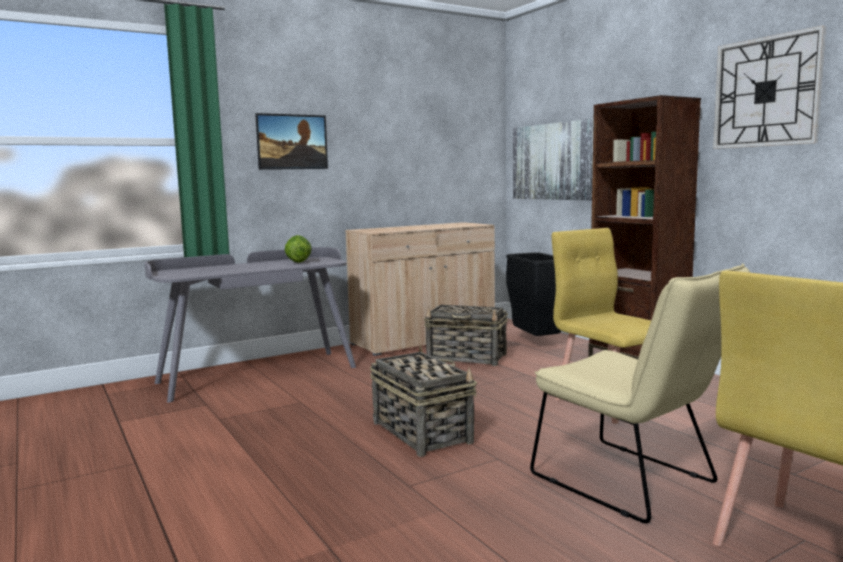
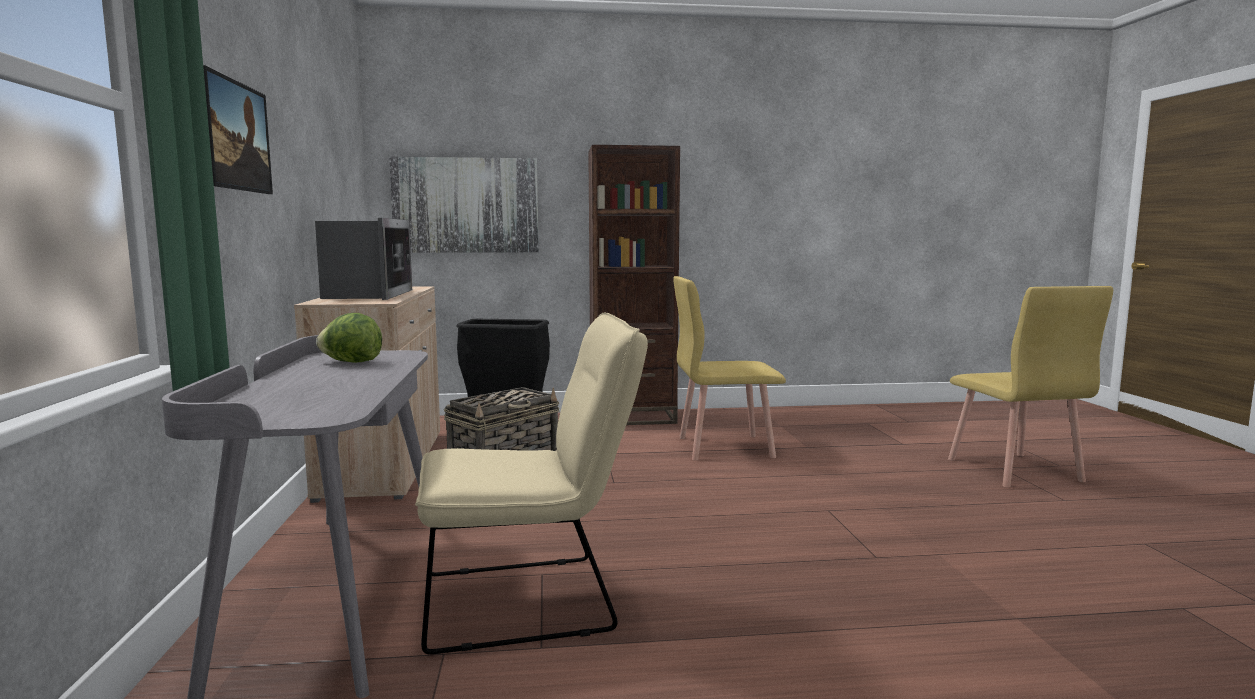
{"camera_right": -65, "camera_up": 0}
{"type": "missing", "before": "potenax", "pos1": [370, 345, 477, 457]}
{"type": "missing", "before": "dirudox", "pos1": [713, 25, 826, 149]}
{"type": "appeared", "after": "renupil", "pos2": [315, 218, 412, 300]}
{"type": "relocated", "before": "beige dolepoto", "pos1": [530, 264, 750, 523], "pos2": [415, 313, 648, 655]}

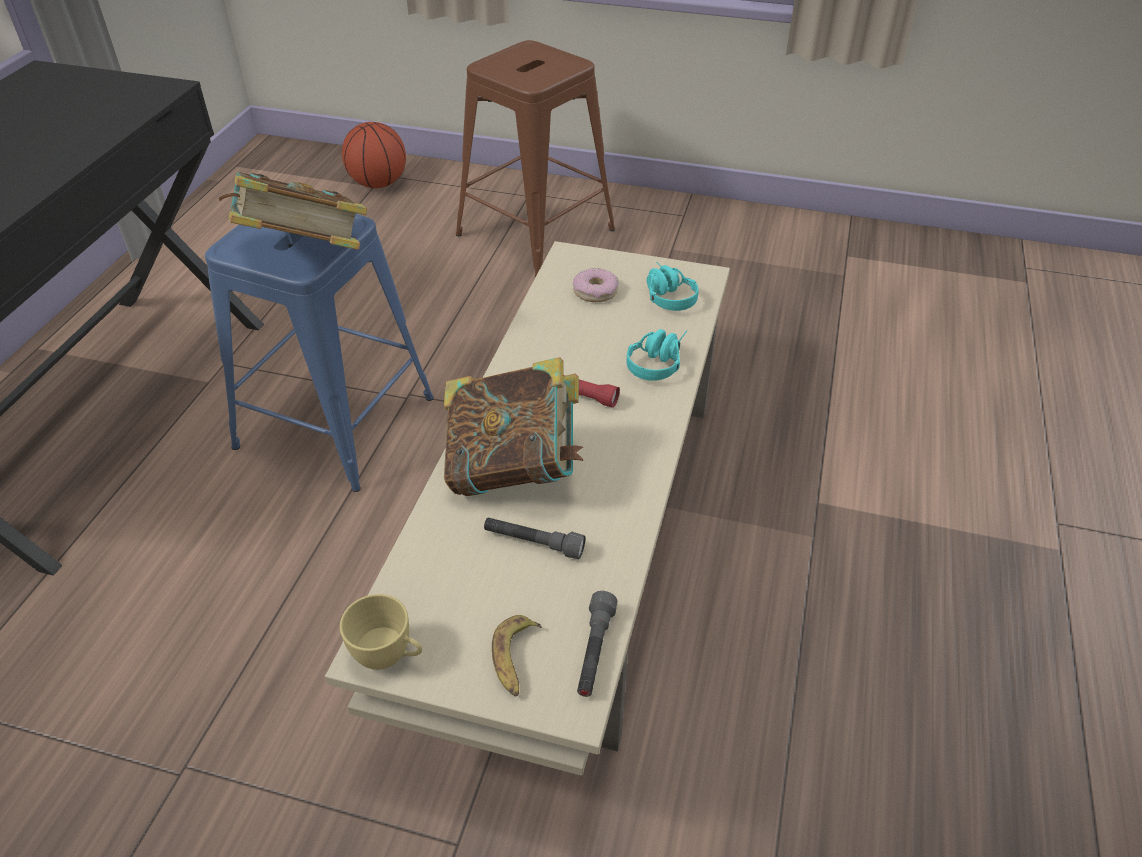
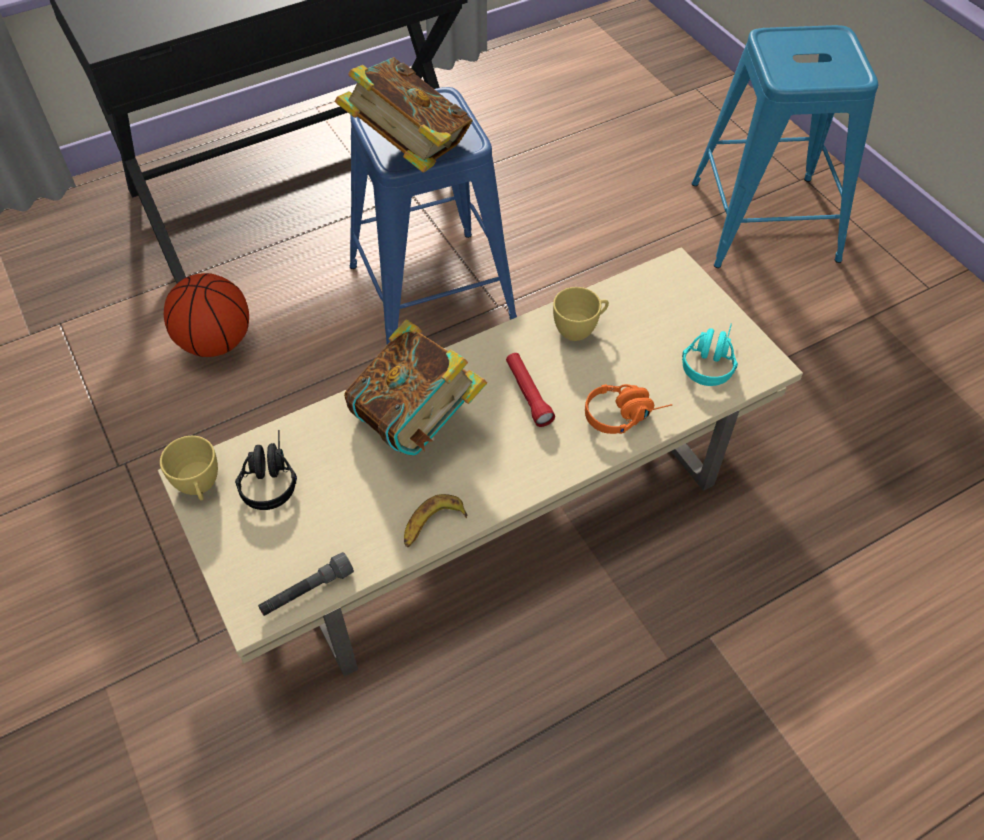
{"camera_right": 45, "camera_up": 10}
{"type": "missing", "before": "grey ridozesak", "pos1": [484, 518, 585, 559]}
{"type": "missing", "before": "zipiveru", "pos1": [573, 268, 619, 302]}
{"type": "appeared", "after": "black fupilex", "pos2": [235, 430, 297, 510]}
{"type": "appeared", "after": "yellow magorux", "pos2": [553, 287, 609, 341]}
{"type": "relocated", "before": "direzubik", "pos1": [342, 122, 406, 188], "pos2": [164, 273, 249, 357]}
{"type": "relocated", "before": "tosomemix", "pos1": [492, 615, 542, 696], "pos2": [404, 494, 467, 547]}
{"type": "colour", "before": "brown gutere", "after": "blue gutere", "pos1": [456, 40, 615, 277], "pos2": [692, 25, 878, 268]}
{"type": "colour", "before": "turquoise fupilex", "after": "orange fupilex", "pos1": [626, 329, 687, 381], "pos2": [585, 384, 672, 434]}

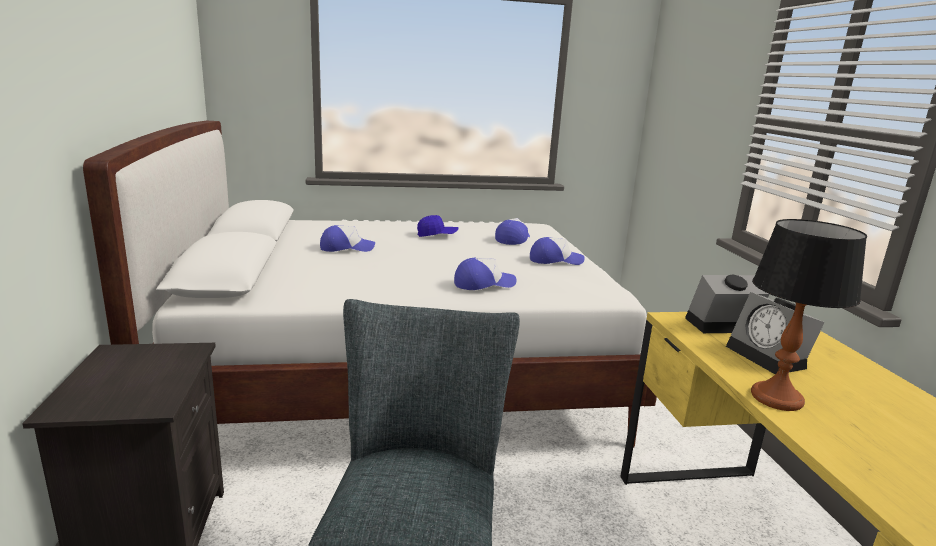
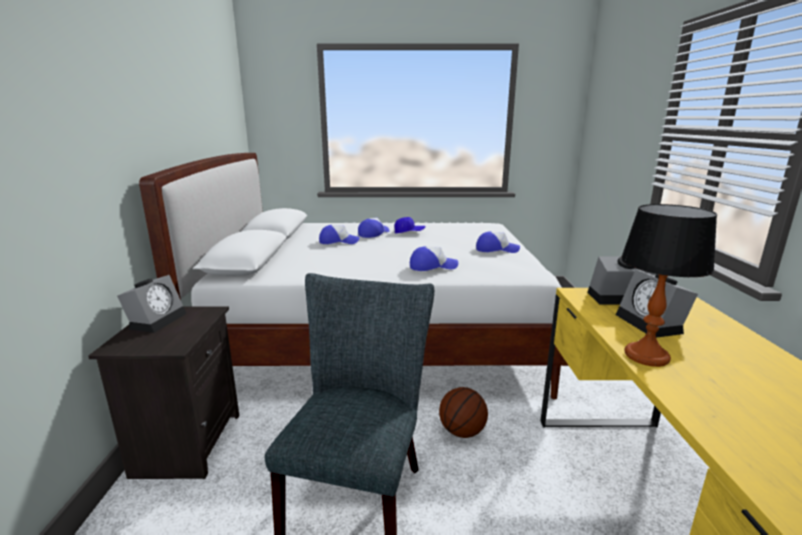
{"camera_right": 10, "camera_up": 0}
{"type": "appeared", "after": "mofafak", "pos2": [117, 275, 186, 333]}
{"type": "appeared", "after": "direzubik", "pos2": [439, 387, 488, 438]}
{"type": "relocated", "before": "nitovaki", "pos1": [495, 218, 530, 245], "pos2": [358, 217, 390, 238]}

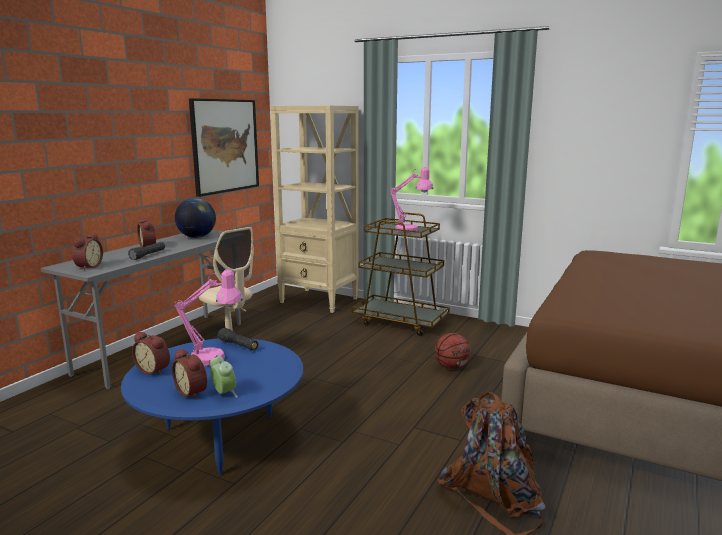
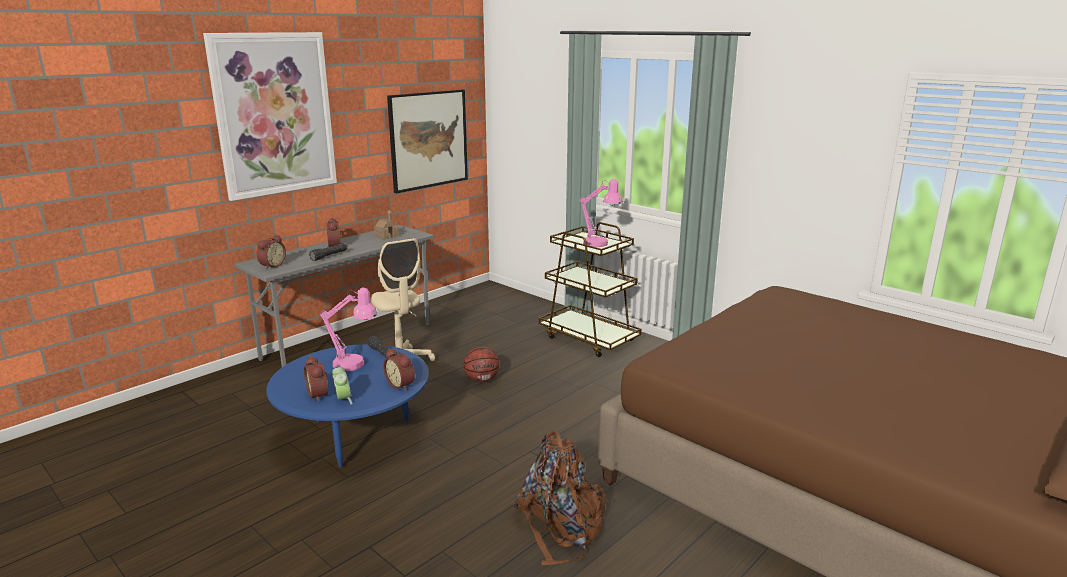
{"camera_right": 15, "camera_up": 5}
{"type": "missing", "before": "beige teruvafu", "pos1": [270, 106, 359, 313]}
{"type": "appeared", "after": "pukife", "pos2": [203, 32, 337, 201]}
{"type": "relocated", "before": "mofafak", "pos1": [132, 332, 170, 375], "pos2": [383, 349, 415, 391]}
{"type": "relocated", "before": "direzubik", "pos1": [435, 333, 471, 369], "pos2": [464, 347, 499, 382]}
{"type": "exchanged", "before": "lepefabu", "after": "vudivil", "pos1": [175, 198, 216, 238], "pos2": [374, 210, 399, 239]}

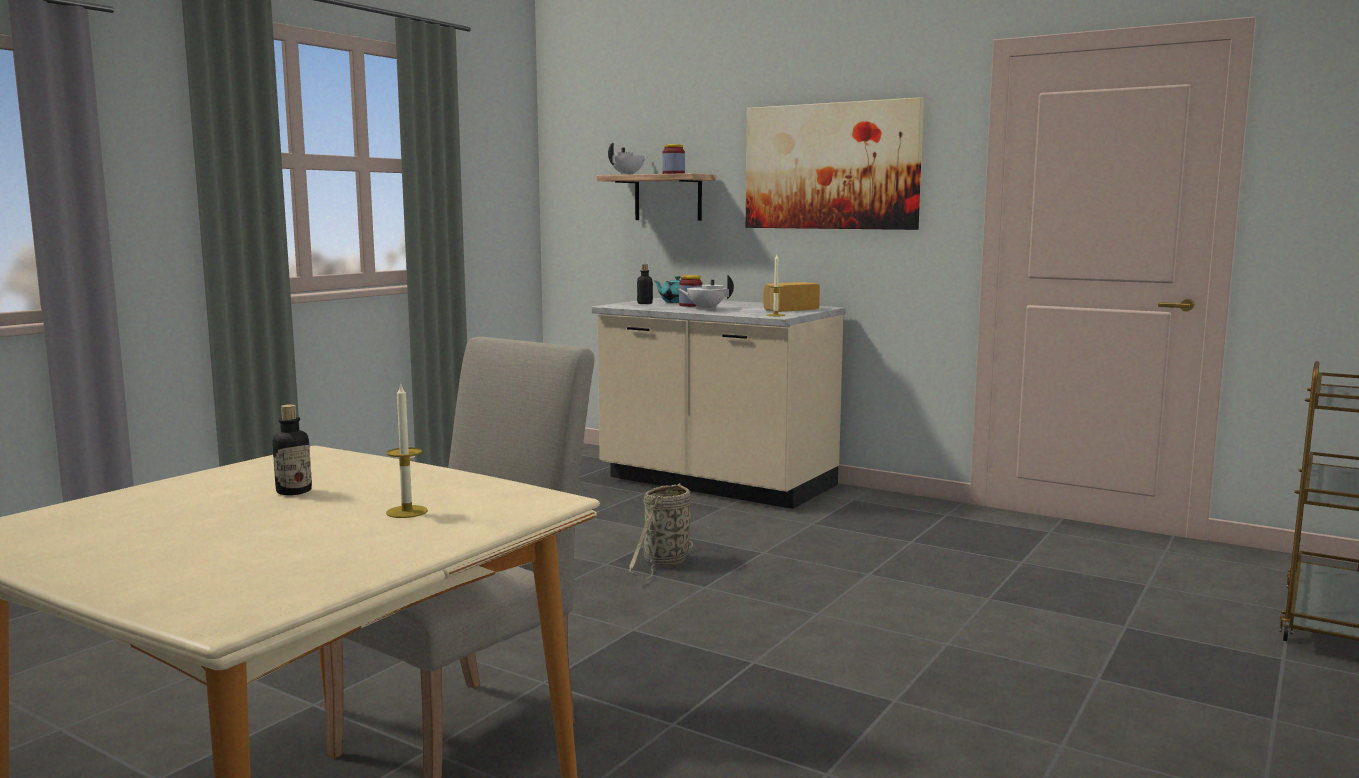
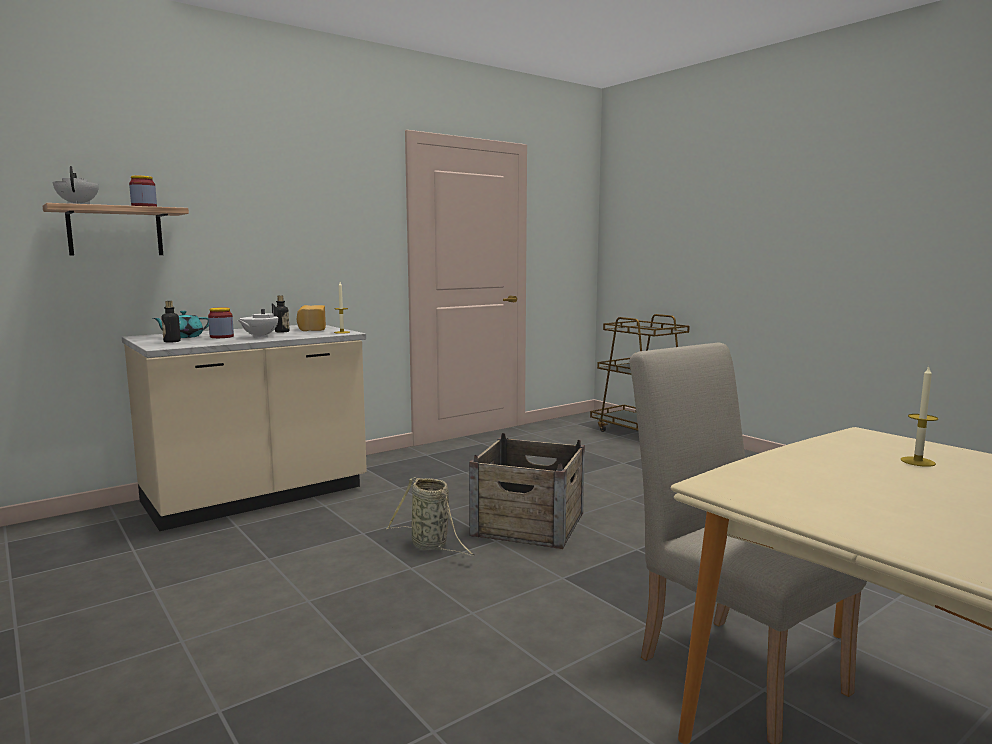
{"camera_right": -70, "camera_up": 0}
{"type": "missing", "before": "pukife", "pos1": [746, 97, 924, 230]}
{"type": "appeared", "after": "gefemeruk", "pos2": [469, 433, 585, 549]}
{"type": "relocated", "before": "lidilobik", "pos1": [272, 404, 312, 495], "pos2": [275, 295, 289, 333]}

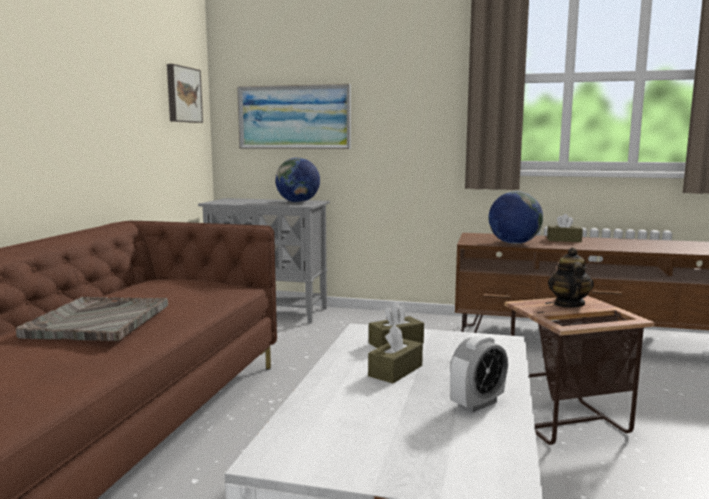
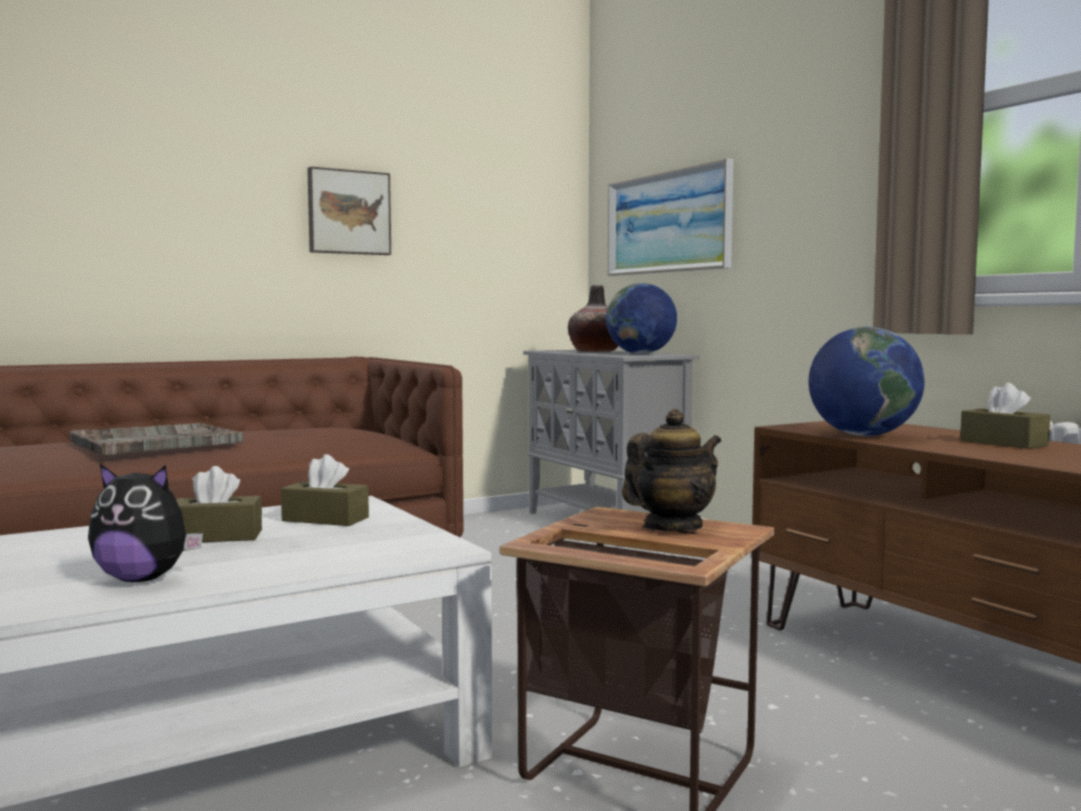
{"camera_right": 45, "camera_up": -5}
{"type": "appeared", "after": "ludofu", "pos2": [568, 285, 618, 352]}
{"type": "relocated", "before": "pukife", "pos1": [167, 64, 203, 123], "pos2": [307, 166, 391, 255]}
{"type": "exchanged", "before": "mofafak", "after": "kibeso", "pos1": [450, 335, 508, 413], "pos2": [88, 464, 203, 582]}

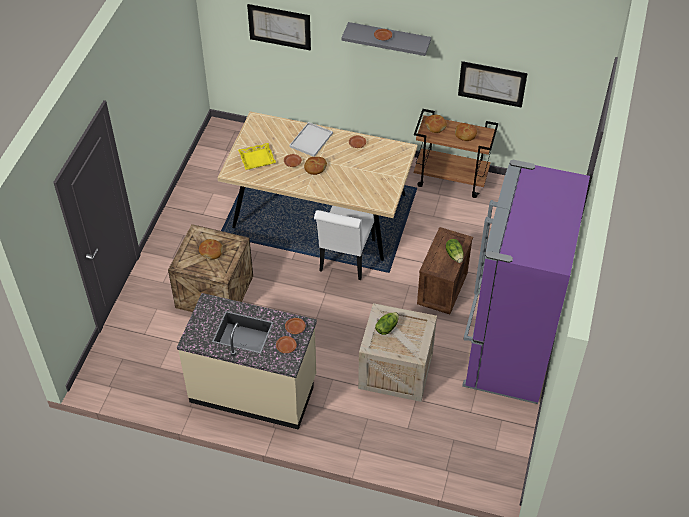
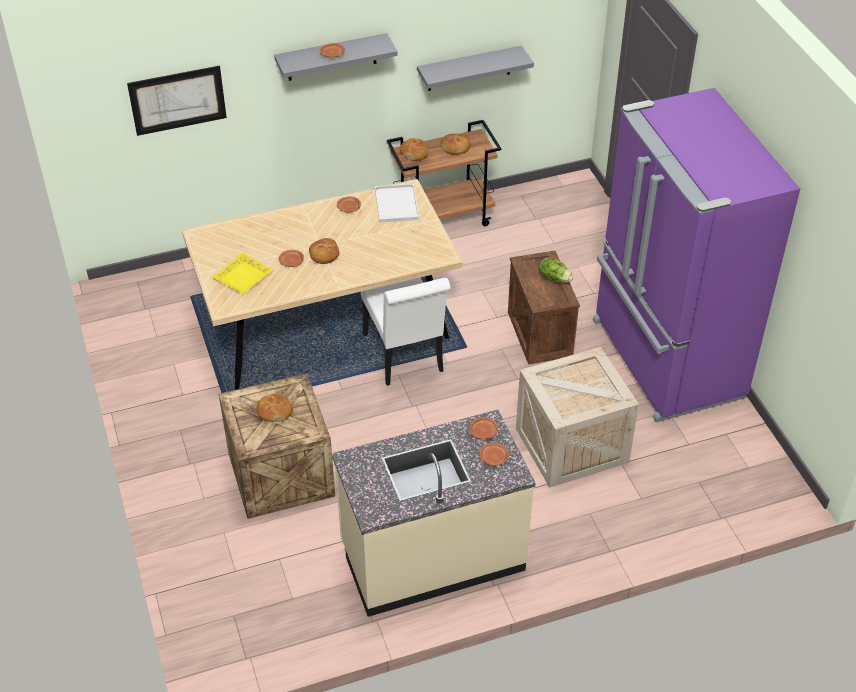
{"camera_right": -35, "camera_up": -5}
{"type": "missing", "before": "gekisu", "pos1": [375, 312, 399, 335]}
{"type": "relocated", "before": "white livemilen", "pos1": [289, 122, 333, 157], "pos2": [375, 184, 419, 223]}
{"type": "exchanged", "before": "pukife", "after": "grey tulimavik", "pos1": [458, 61, 527, 108], "pos2": [417, 46, 534, 91]}

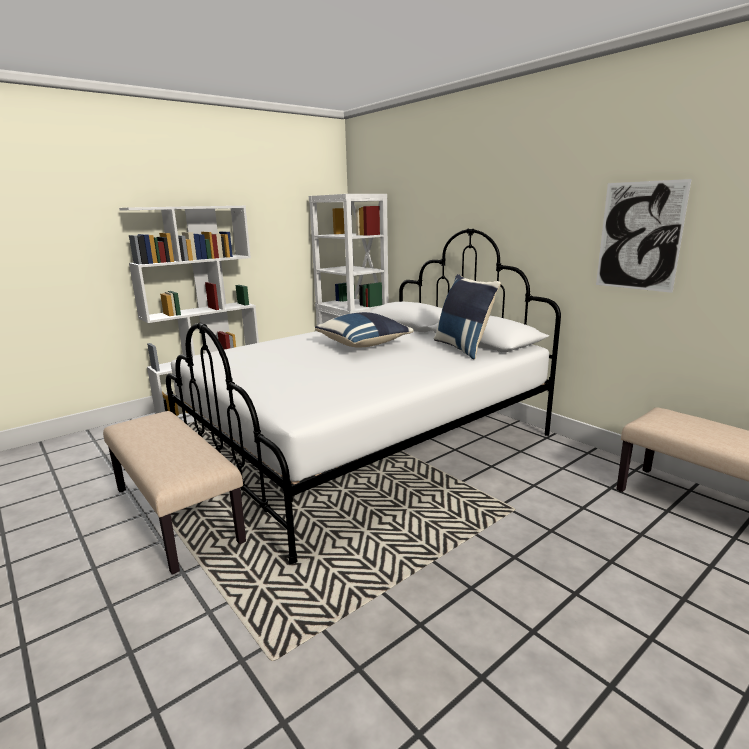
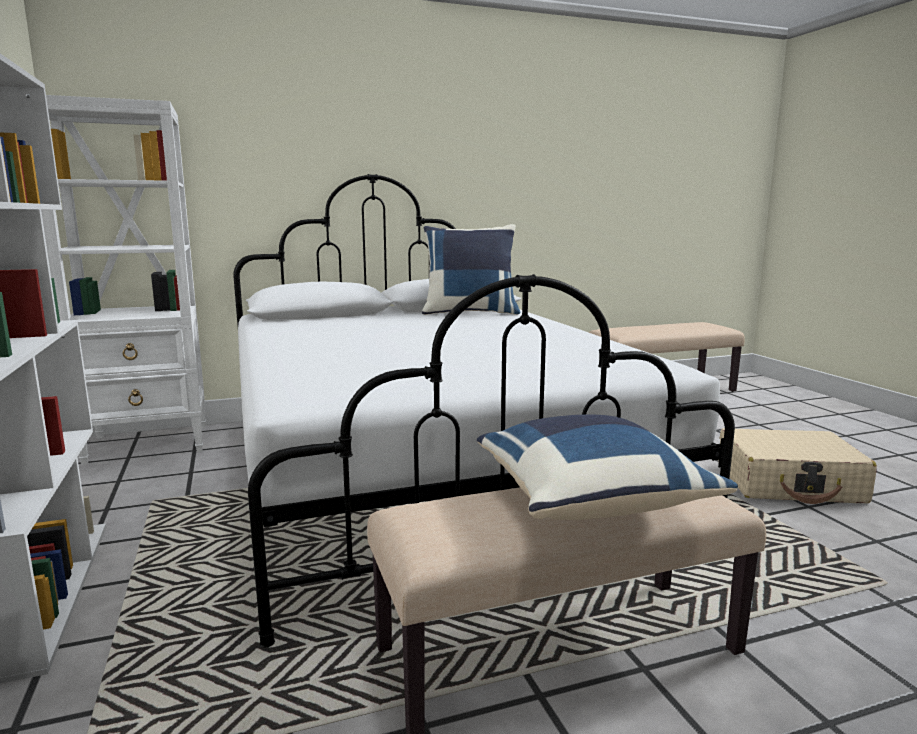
{"camera_right": -70, "camera_up": -5}
{"type": "missing", "before": "pukife", "pos1": [596, 179, 692, 293]}
{"type": "appeared", "after": "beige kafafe", "pos2": [718, 428, 877, 504]}
{"type": "relocated", "before": "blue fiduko", "pos1": [315, 312, 414, 347], "pos2": [477, 415, 738, 520]}

